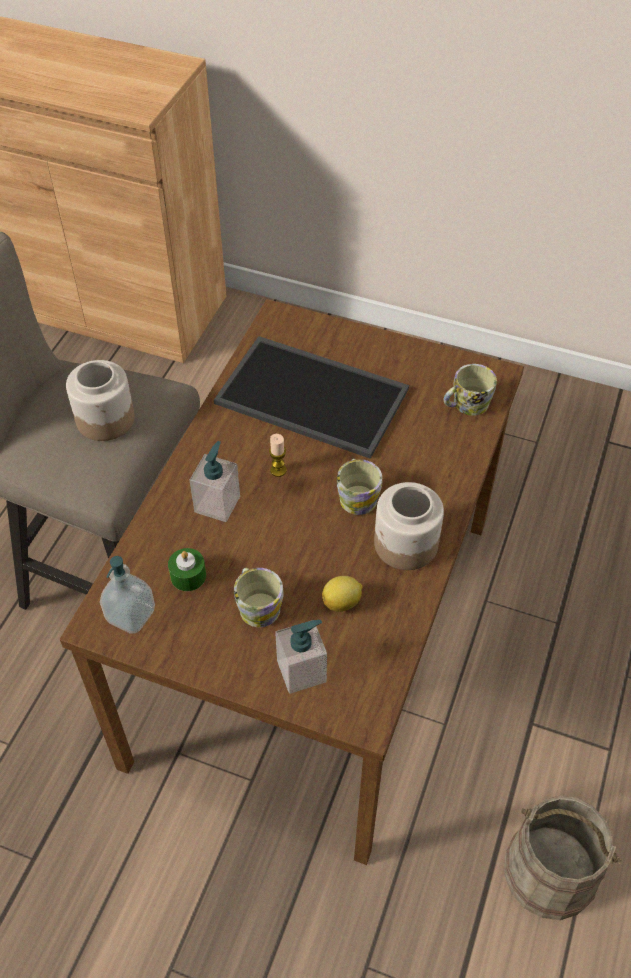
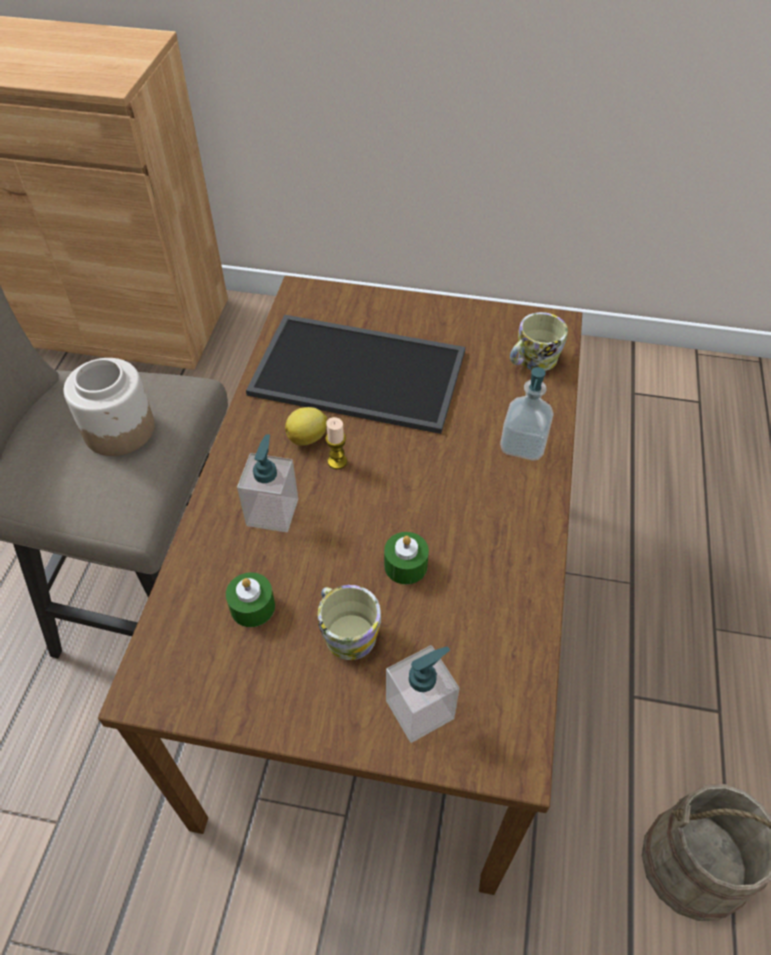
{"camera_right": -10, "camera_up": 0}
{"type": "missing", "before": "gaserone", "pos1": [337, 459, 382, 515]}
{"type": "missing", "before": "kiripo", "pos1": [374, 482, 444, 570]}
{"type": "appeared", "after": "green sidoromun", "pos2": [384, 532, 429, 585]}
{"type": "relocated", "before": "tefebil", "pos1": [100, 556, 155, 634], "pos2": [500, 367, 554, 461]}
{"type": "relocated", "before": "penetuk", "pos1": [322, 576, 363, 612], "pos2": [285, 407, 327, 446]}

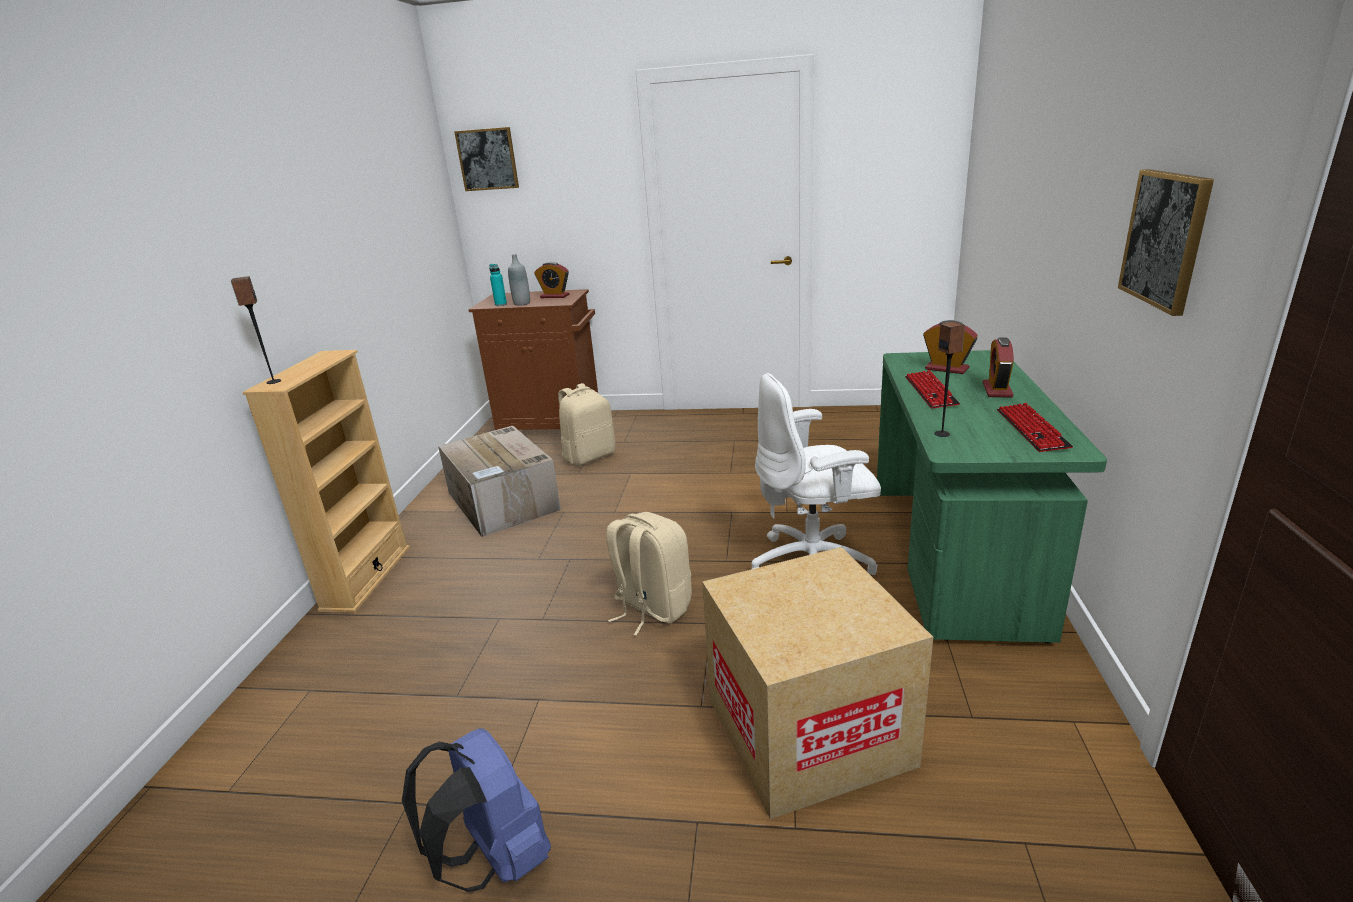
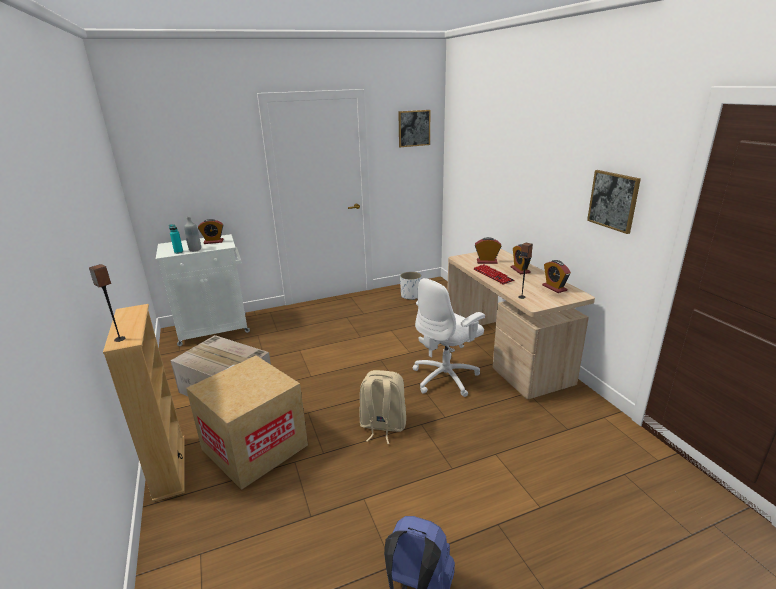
{"camera_right": -30, "camera_up": 0}
{"type": "missing", "before": "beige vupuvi", "pos1": [558, 383, 615, 466]}
{"type": "appeared", "after": "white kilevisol", "pos2": [400, 272, 422, 300]}
{"type": "relocated", "before": "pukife", "pos1": [454, 127, 519, 191], "pos2": [398, 110, 430, 147]}
{"type": "relocated", "before": "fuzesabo", "pos1": [702, 547, 933, 819], "pos2": [186, 356, 308, 490]}
{"type": "exchanged", "before": "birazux", "after": "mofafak", "pos1": [997, 403, 1073, 452], "pos2": [542, 260, 571, 293]}
{"type": "colour", "before": "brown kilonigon", "after": "white kilonigon", "pos1": [468, 289, 598, 430], "pos2": [156, 234, 250, 346]}
{"type": "colour", "before": "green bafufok", "after": "beige bafufok", "pos1": [877, 350, 1107, 643], "pos2": [447, 249, 595, 399]}

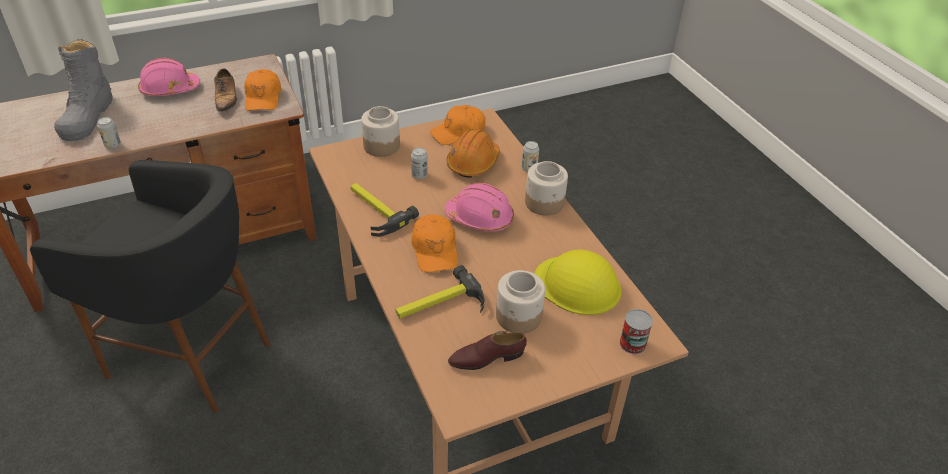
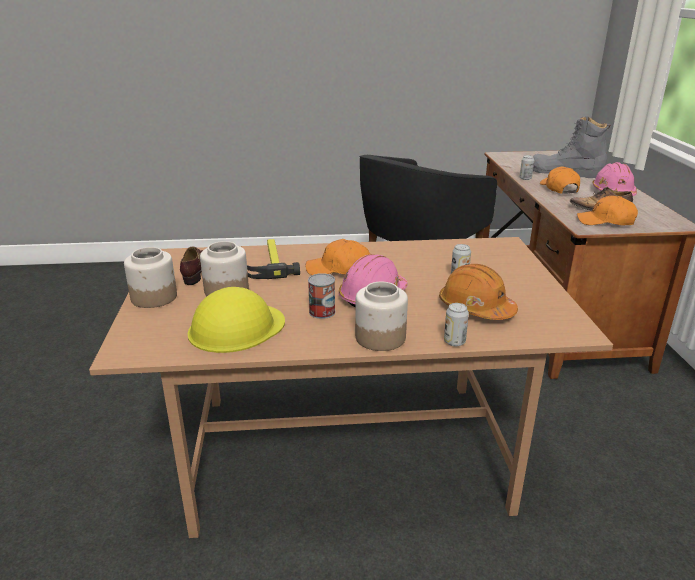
{"camera_right": 110, "camera_up": -15}
{"type": "missing", "before": "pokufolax", "pos1": [350, 183, 419, 237]}
{"type": "relocated", "before": "kiripo", "pos1": [361, 106, 400, 157], "pos2": [124, 247, 177, 308]}
{"type": "relocated", "before": "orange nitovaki", "pos1": [430, 105, 486, 145], "pos2": [540, 167, 580, 194]}
{"type": "relocated", "before": "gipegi", "pos1": [620, 309, 653, 354], "pos2": [308, 273, 335, 319]}

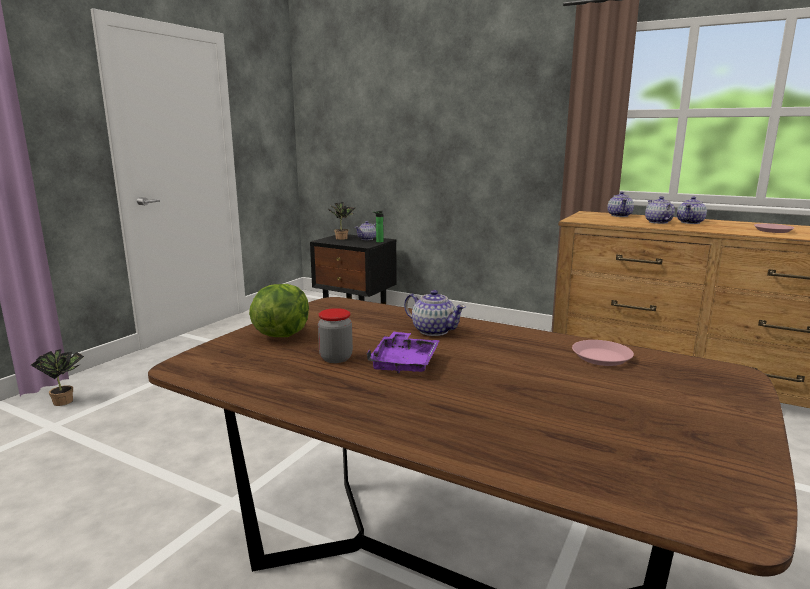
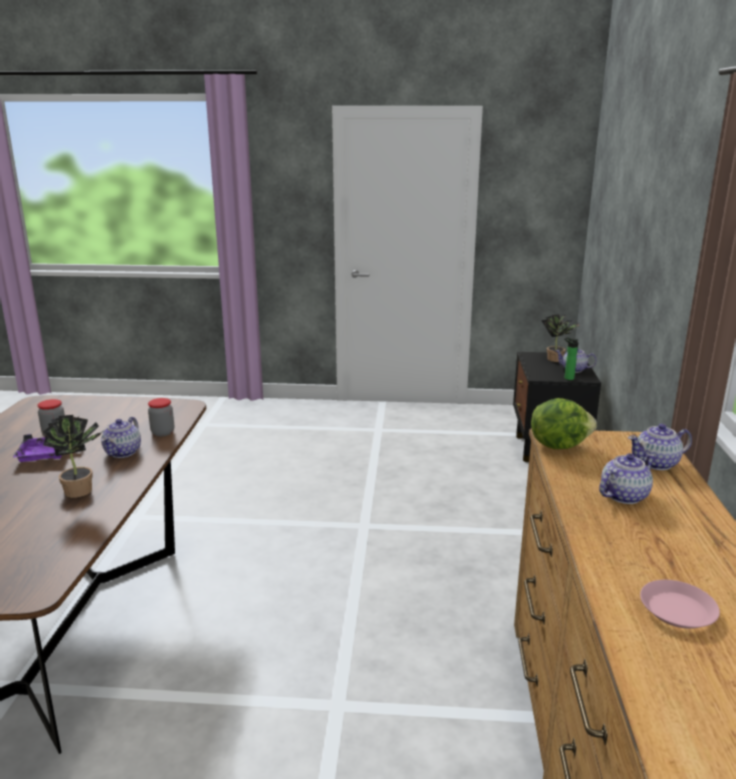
{"camera_right": 65, "camera_up": 5}
{"type": "missing", "before": "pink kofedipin", "pos1": [572, 340, 634, 366]}
{"type": "missing", "before": "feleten", "pos1": [677, 196, 707, 224]}
{"type": "appeared", "after": "kiripo", "pos2": [148, 398, 174, 437]}
{"type": "relocated", "before": "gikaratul", "pos1": [31, 349, 84, 406], "pos2": [43, 415, 105, 498]}
{"type": "relocated", "before": "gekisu", "pos1": [249, 284, 309, 337], "pos2": [531, 398, 597, 449]}

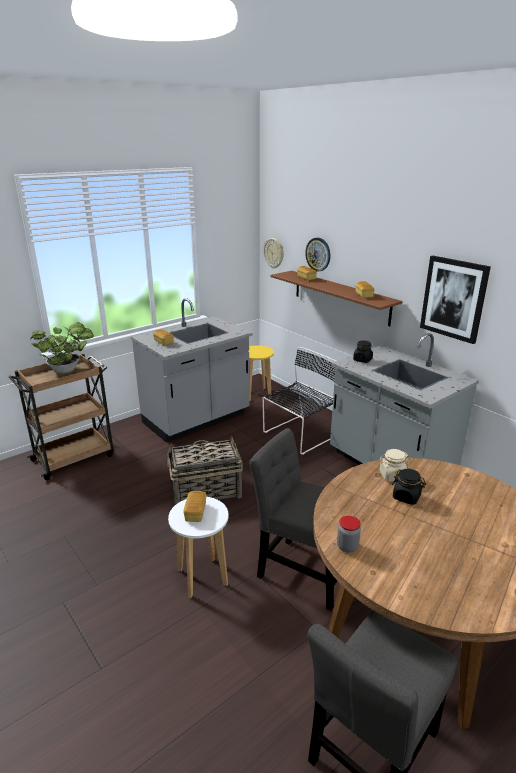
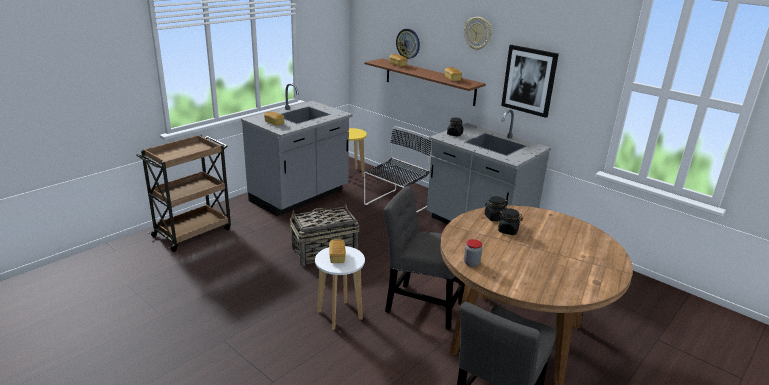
{"camera_right": -10, "camera_up": 0}
{"type": "missing", "before": "gikaratul", "pos1": [30, 322, 94, 374]}
{"type": "relocated", "before": "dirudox", "pos1": [264, 238, 284, 269], "pos2": [464, 17, 492, 50]}
{"type": "colour", "before": "beige kiripo", "after": "black kiripo", "pos1": [379, 449, 409, 481], "pos2": [485, 196, 508, 221]}

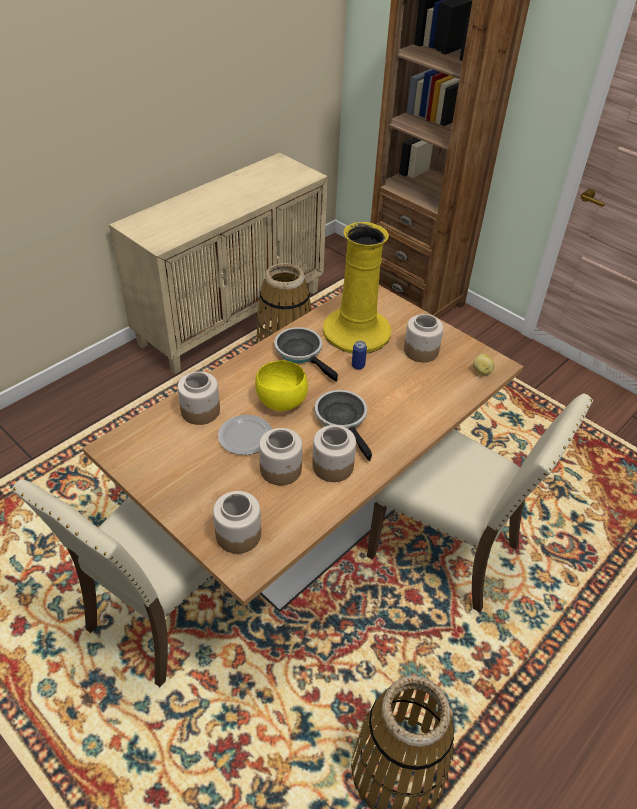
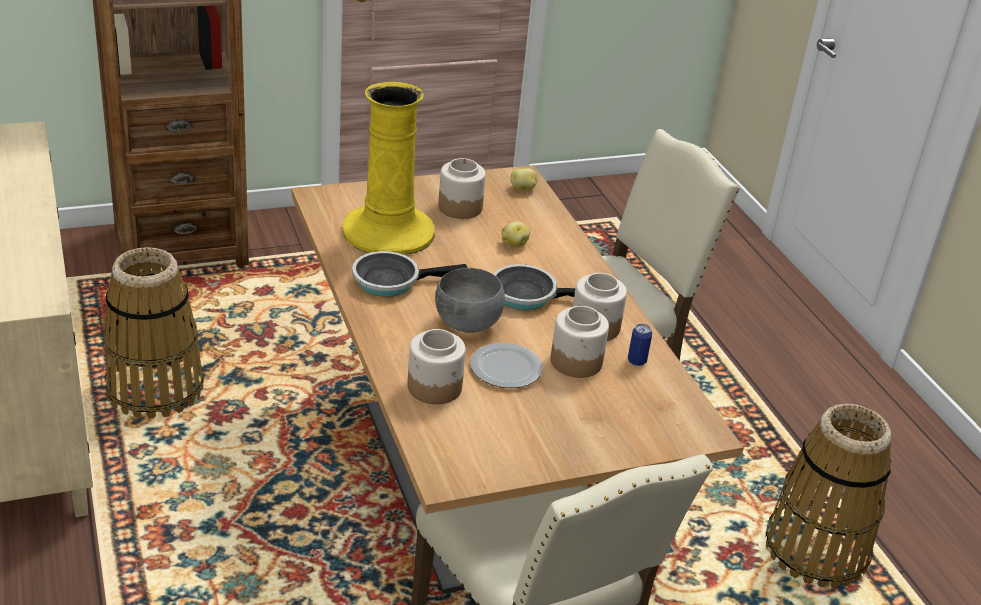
{"camera_right": -65, "camera_up": -10}
{"type": "missing", "before": "kiripo", "pos1": [213, 491, 261, 554]}
{"type": "appeared", "after": "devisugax", "pos2": [501, 221, 530, 247]}
{"type": "relocated", "before": "gipegi", "pos1": [352, 341, 367, 369], "pos2": [628, 323, 652, 366]}
{"type": "colour", "before": "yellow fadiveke", "after": "grey fadiveke", "pos1": [255, 360, 308, 411], "pos2": [435, 268, 505, 333]}

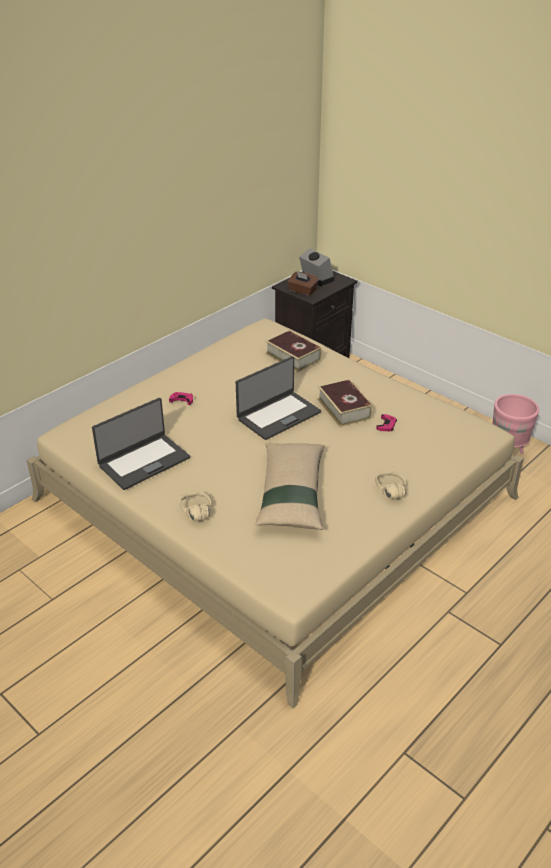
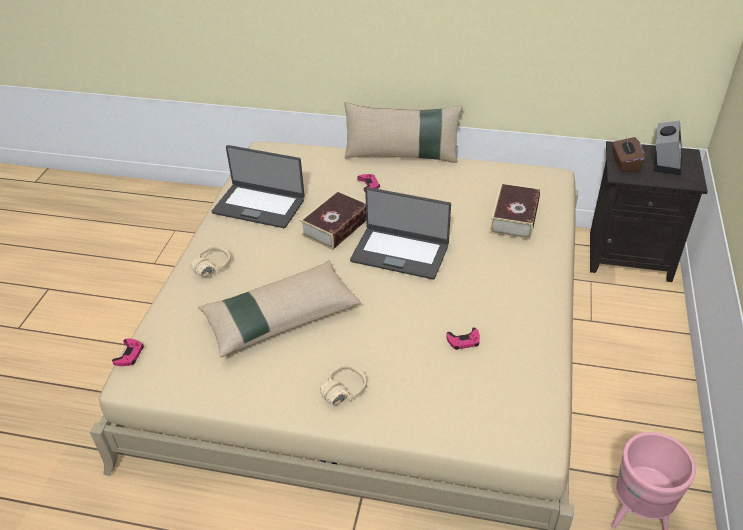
{"camera_right": 60, "camera_up": 5}
{"type": "appeared", "after": "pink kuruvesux", "pos2": [112, 338, 144, 366]}
{"type": "appeared", "after": "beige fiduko", "pos2": [344, 102, 463, 163]}
{"type": "relocated", "before": "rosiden", "pos1": [317, 379, 372, 427], "pos2": [300, 190, 366, 250]}

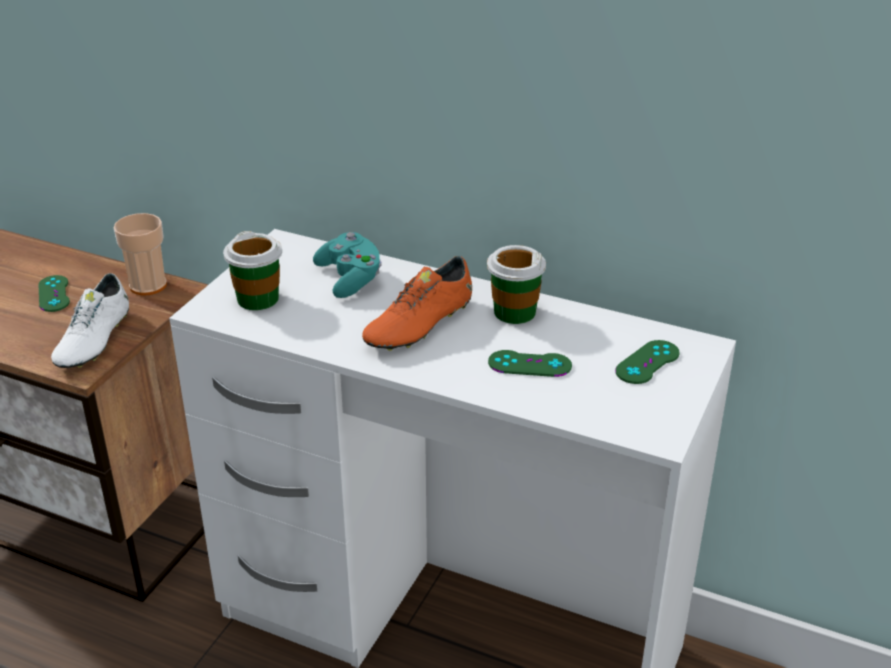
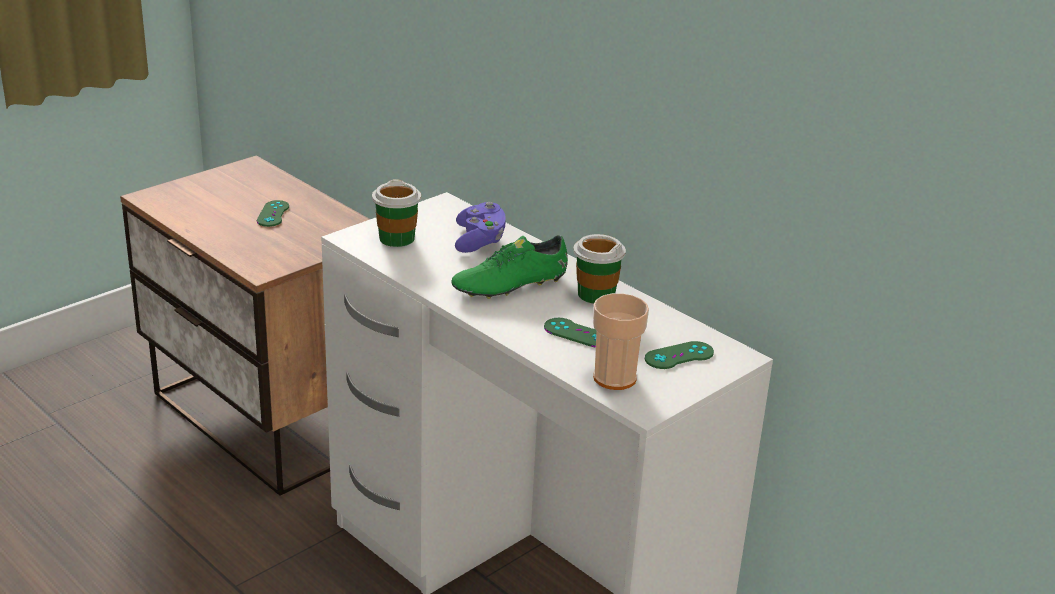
{"camera_right": 20, "camera_up": -5}
{"type": "missing", "before": "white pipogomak", "pos1": [51, 273, 129, 368]}
{"type": "relocated", "before": "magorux", "pos1": [114, 213, 167, 295], "pos2": [593, 293, 649, 390]}
{"type": "colour", "before": "turquoise kuruvesux", "after": "purple kuruvesux", "pos1": [313, 232, 382, 298], "pos2": [455, 202, 506, 253]}
{"type": "colour", "before": "orange pipogomak", "after": "green pipogomak", "pos1": [362, 256, 472, 351], "pos2": [451, 235, 568, 299]}

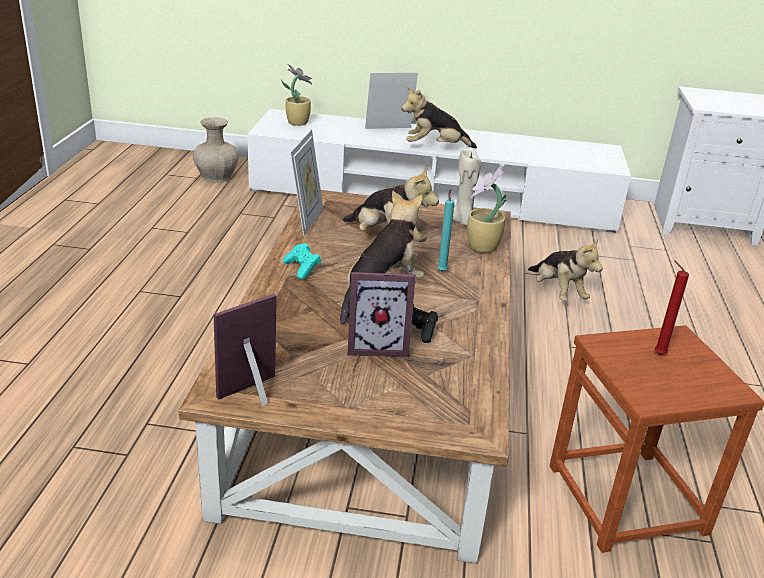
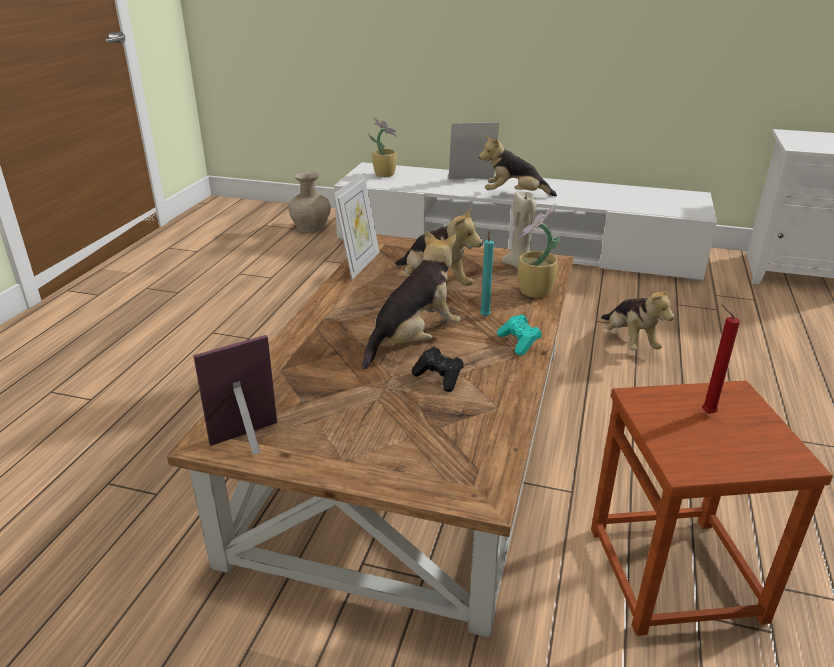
{"camera_right": 10, "camera_up": 0}
{"type": "missing", "before": "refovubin", "pos1": [348, 272, 416, 357]}
{"type": "relocated", "before": "turquoise kuruvesux", "pos1": [283, 243, 321, 280], "pos2": [497, 314, 542, 356]}

